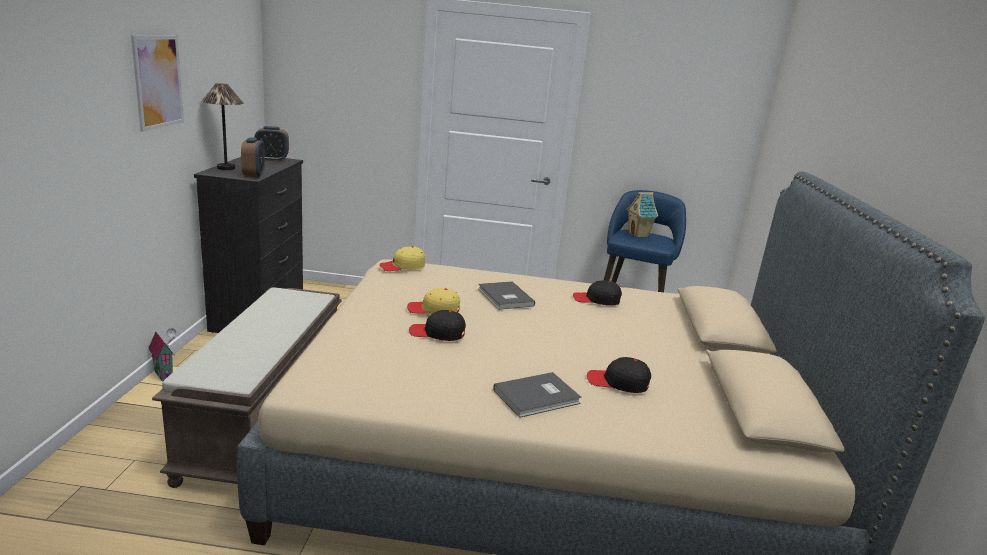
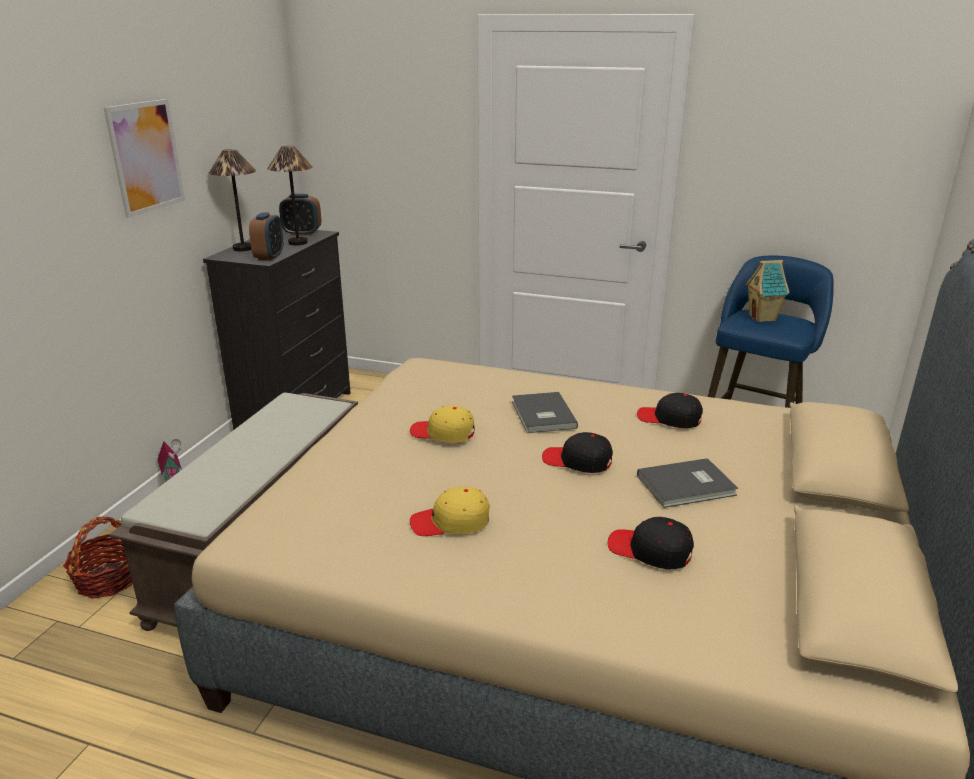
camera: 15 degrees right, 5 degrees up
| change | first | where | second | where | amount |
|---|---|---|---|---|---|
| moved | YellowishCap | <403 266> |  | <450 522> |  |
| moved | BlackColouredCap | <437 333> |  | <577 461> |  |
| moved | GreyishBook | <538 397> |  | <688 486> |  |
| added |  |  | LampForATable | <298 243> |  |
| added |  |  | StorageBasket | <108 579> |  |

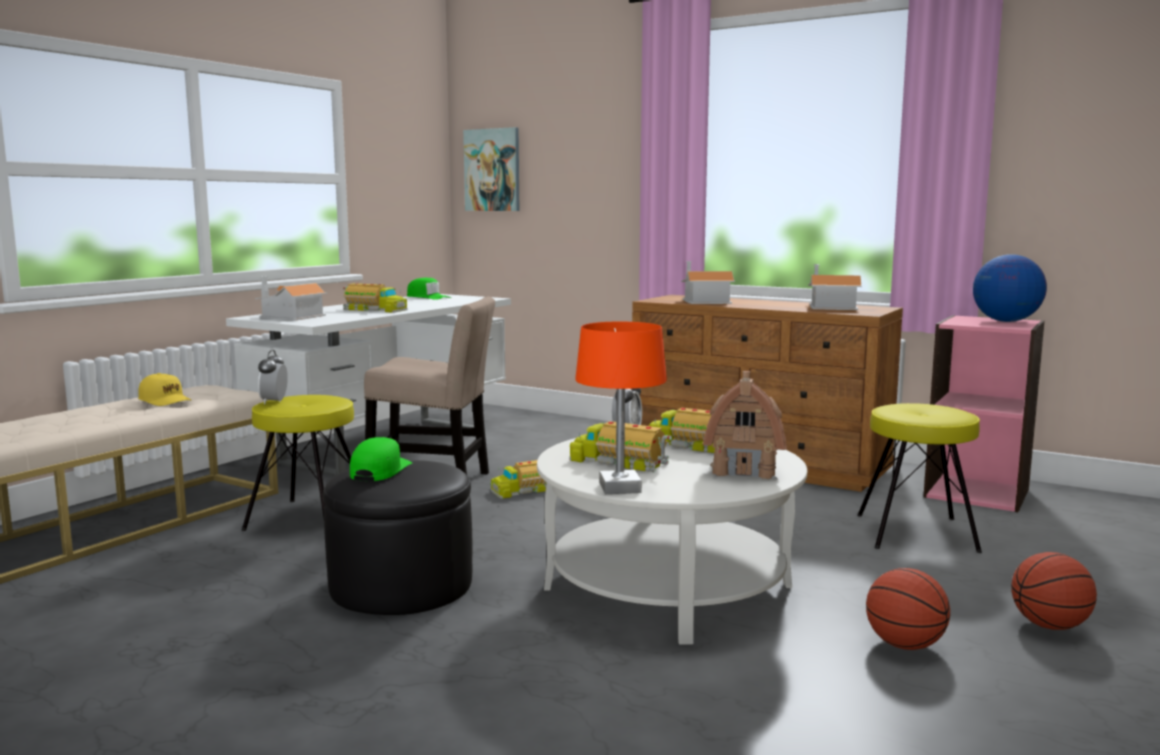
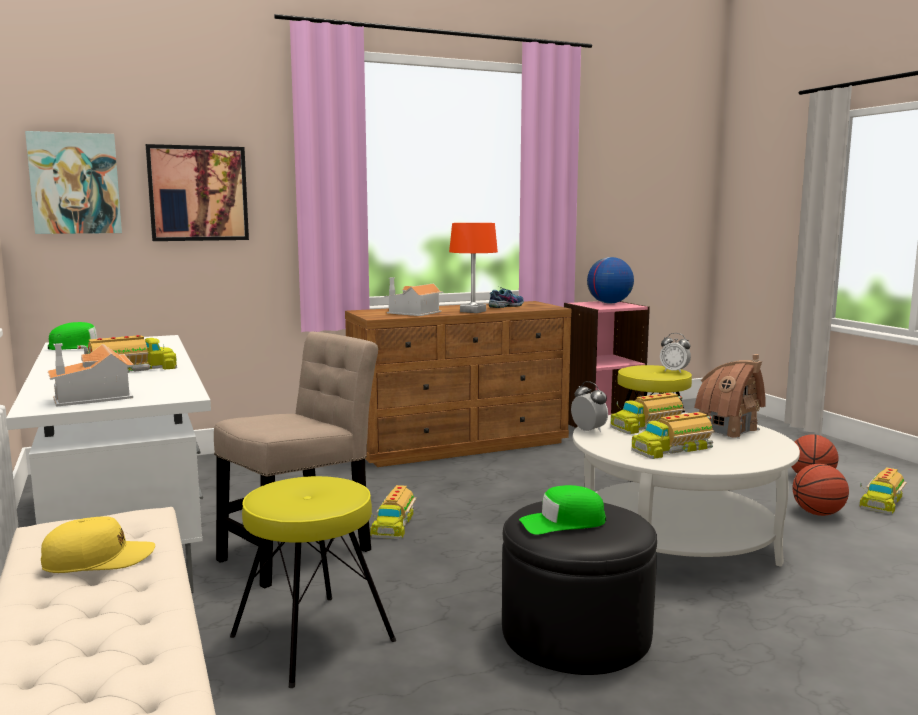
camera: 55 degrees left, 0 degrees up
| change | first | where | second | where | amount |
|---|---|---|---|---|---|
| replaced | MiniatureHouse | <828 307> | Shoe | <506 306> |  |
| moved | OrangeyLampForATable | <620 488> |  | <473 311> |  |
| moved | TableClock | <274 402> |  | <674 371> |  |
| turned | GreenCap | <380 471> |  | <563 523> | 60 degrees counterclockwise |
| added |  |  | Picture | <198 193> |  |
| added |  |  | ModelTruck | <881 501> |  |

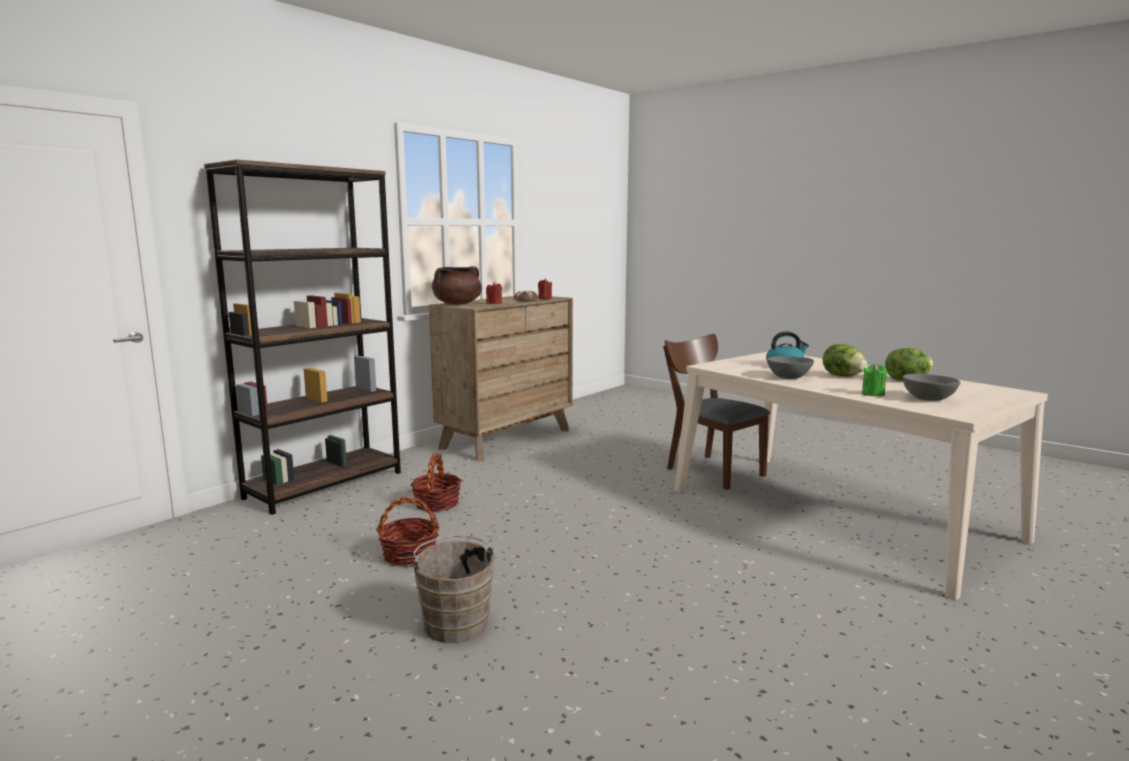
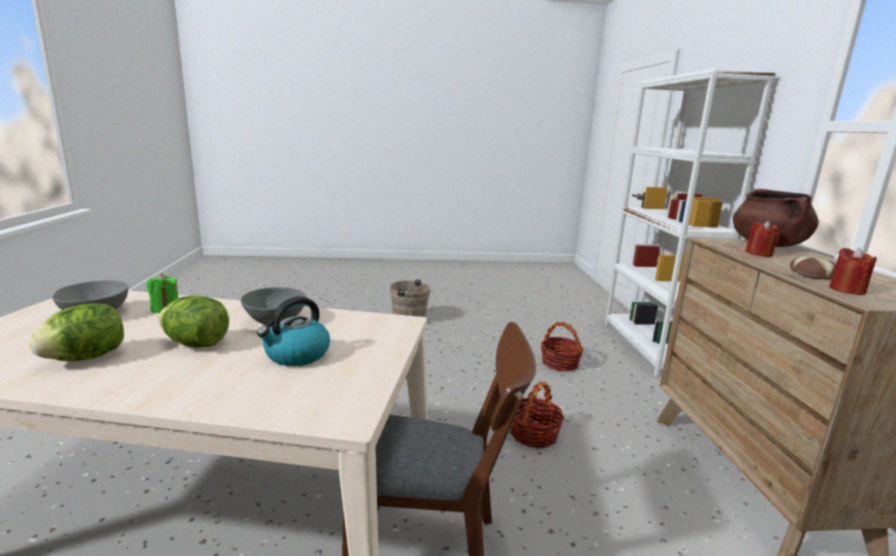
camera: 135 degrees right, 5 degrees up
| change | first | where | second | where | amount |
|---|---|---|---|---|---|
| recoloured | BrownishBookshelf | <325 485> | WhiteColouredBookshelf | <650 348> |  |
| moved | StorageBasket | <410 555> |  | <533 434> |  |

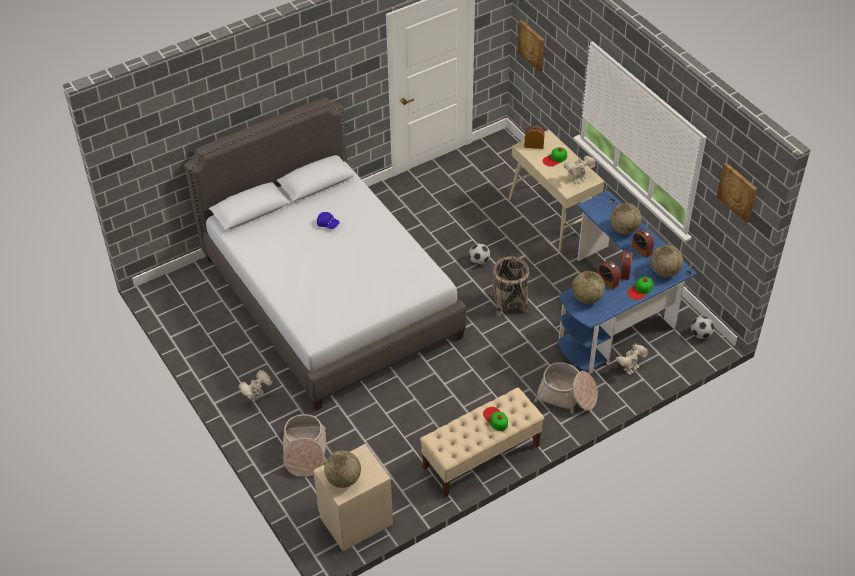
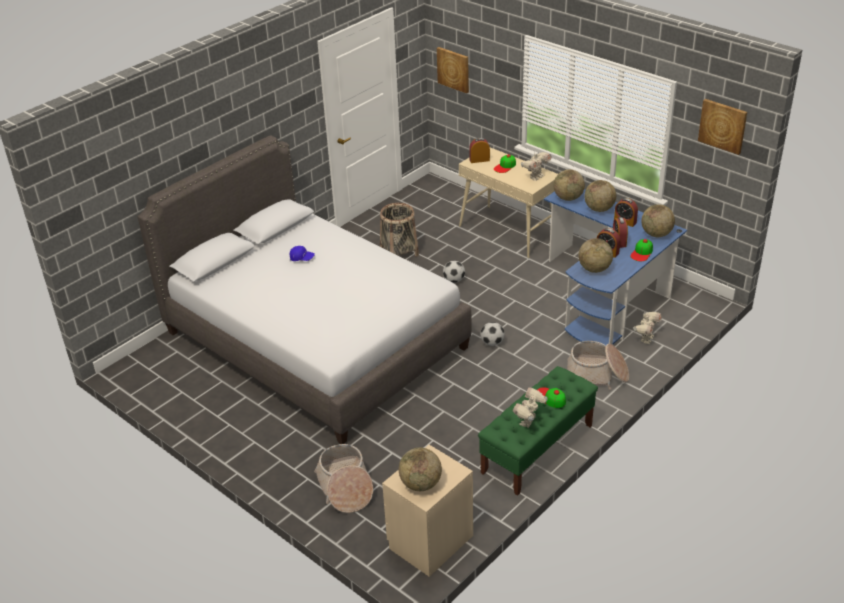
camera: 15 degrees left, 10 degrees down
| change | first | where | second | where | amount |
|---|---|---|---|---|---|
| moved | StorageBasket | <509 303> |  | <399 252> |  |
| moved | FootballBall | <700 335> |  | <492 343> |  |
| moved | RobotFigure | <257 396> |  | <529 422> |  |
| recoloured | SandColouredLongSeat | <481 457> | GreenLongSeat | <537 449> |  |
| added |  |  | DeskGlobe | <568 198> |  |

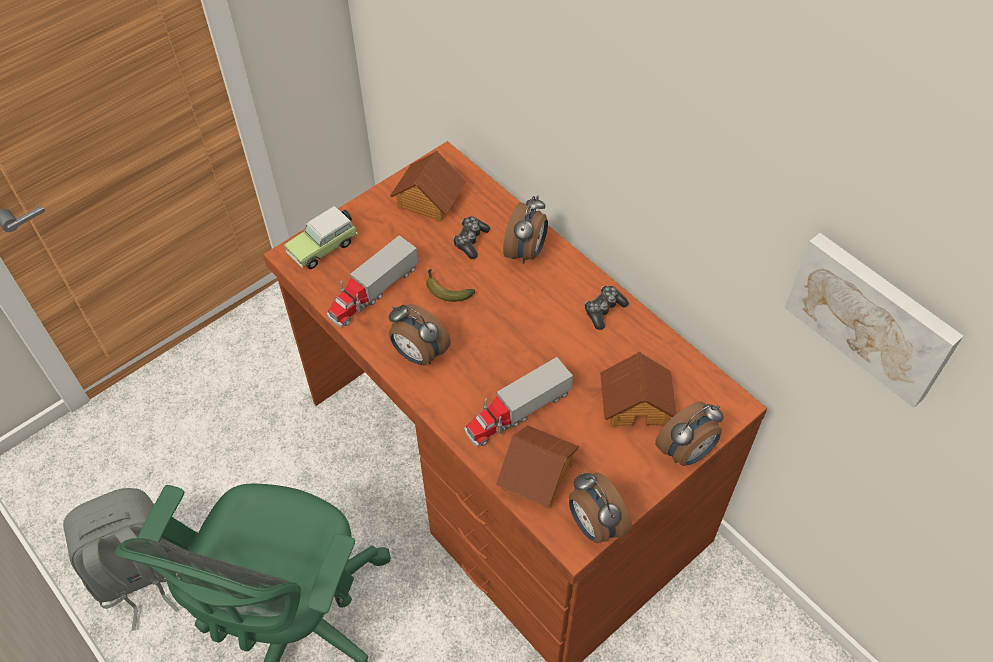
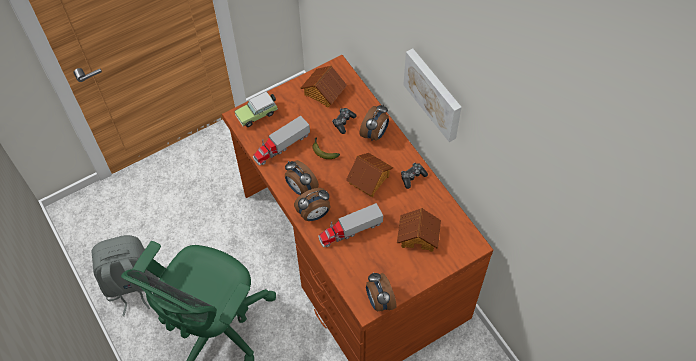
camera: 10 degrees right, 5 degrees up
| change | first | where | second | where | amount |
|---|---|---|---|---|---|
| moved | Picture | <872 316> |  | <434 93> |  |
| moved | TableClock | <686 452> |  | <314 214> |  |
| moved | MiniatureHouse | <538 475> |  | <369 179> |  |

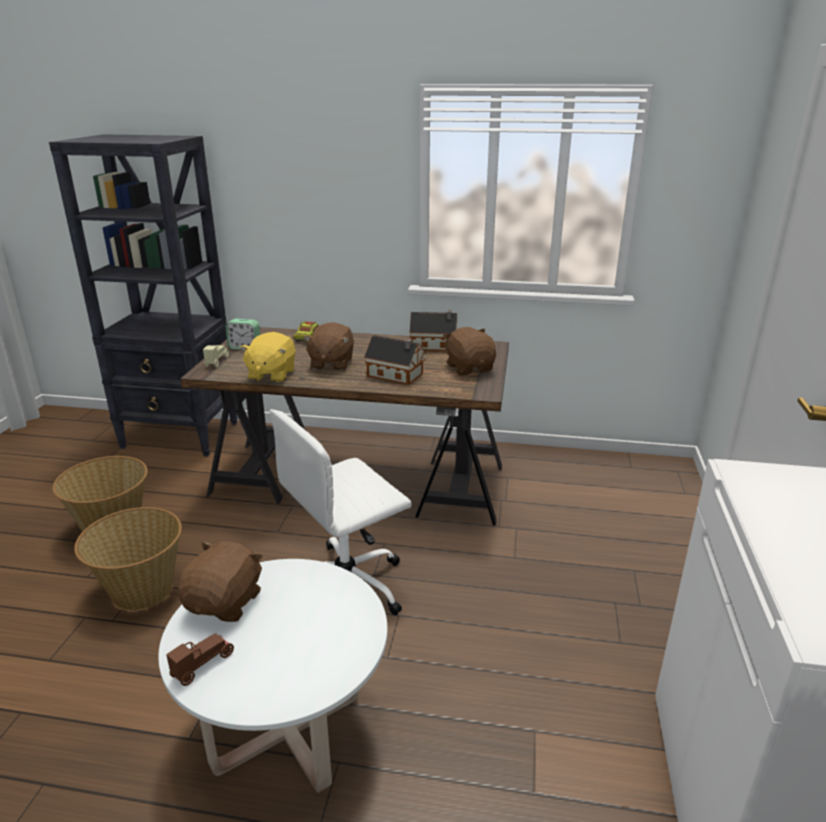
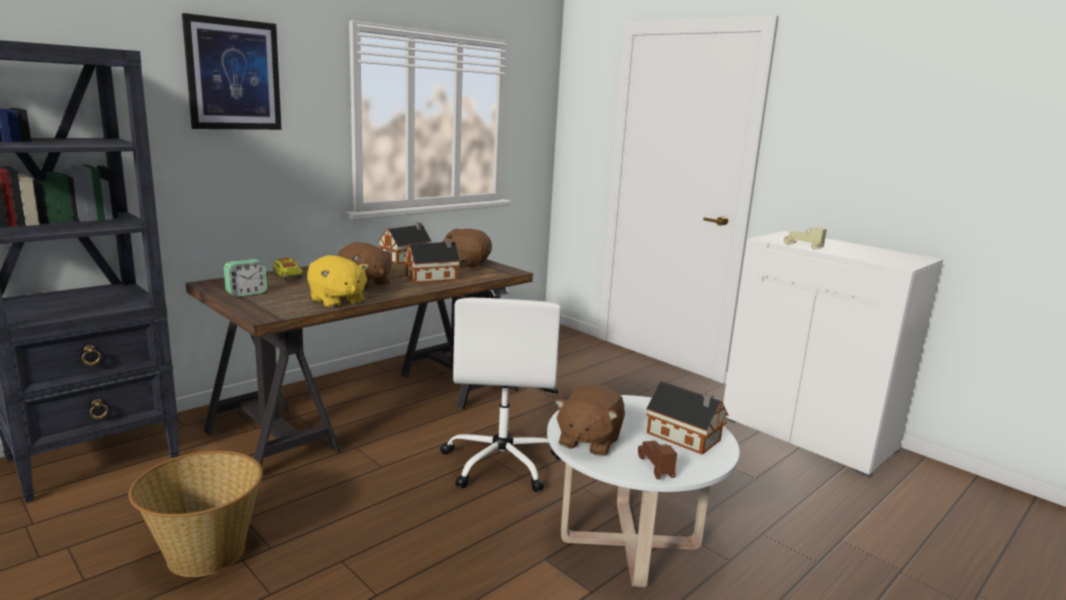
camera: 55 degrees left, 10 degrees down
| change | first | where | second | where | amount |
|---|---|---|---|---|---|
| moved | SandColouredModelCar | <217 361> |  | <802 246> |  |
| removed | StorageBasket | <141 591> |  |  |  |
| turned | BrownishPlushToy | <226 602> |  | <588 441> | 120 degrees counterclockwise |
| added |  |  | Picture | <233 75> |  |
| added |  |  | MiniatureHouse | <685 438> |  |

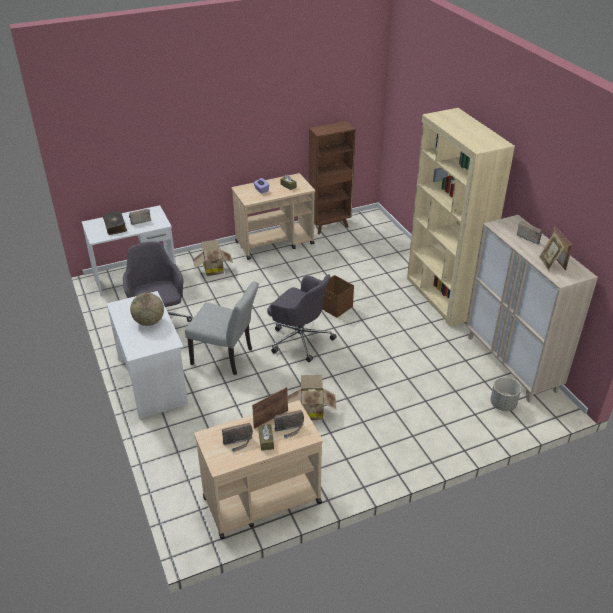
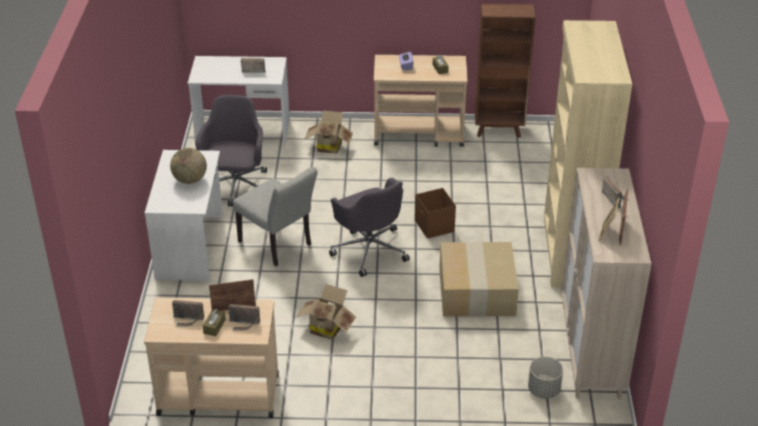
camera: 25 degrees right, 0 degrees up
| change | first | where | second | where | amount |
|---|---|---|---|---|---|
| removed | Book | <115 226> |  |  |  |
| added |  |  | PackingBox | <475 291> |  |

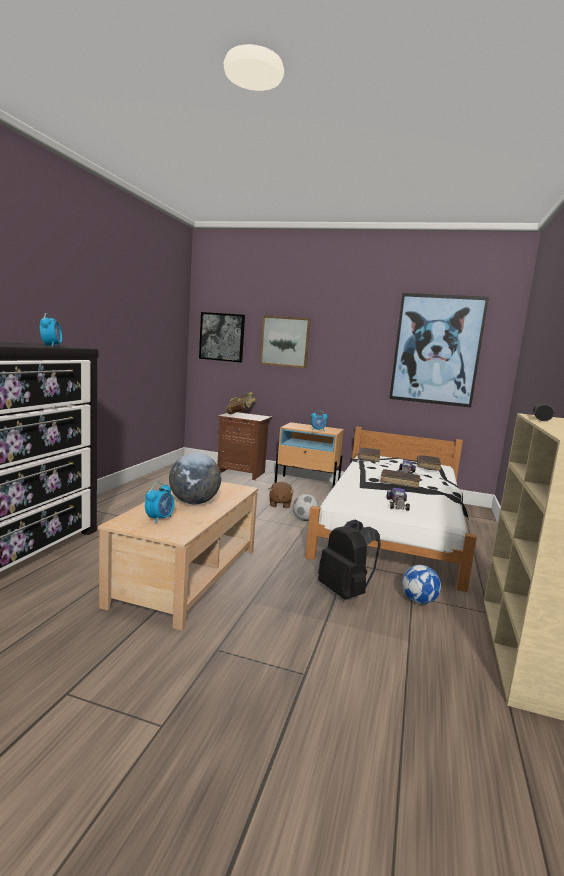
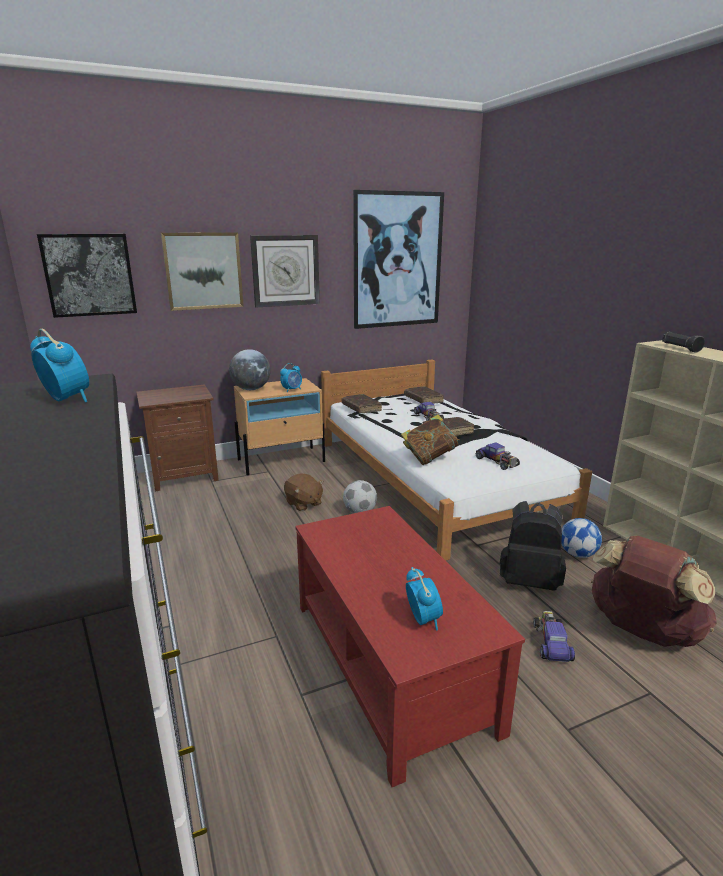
camera: 40 degrees left, 10 degrees up
| change | first | where | second | where | amount |
|---|---|---|---|---|---|
| moved | Book | <240 414> |  | <429 458> |  |
| moved | DeskGlobe | <194 502> |  | <251 389> |  |
| recoloured | SandColouredCoffeeTable | <185 575> | ReddishCoffeeTable | <387 663> |  |
| added |  |  | HangingClock | <285 270> |  |
| added |  |  | BrownishRucksack | <641 631> |  |
| added |  |  | ModelCar | <551 642> |  |

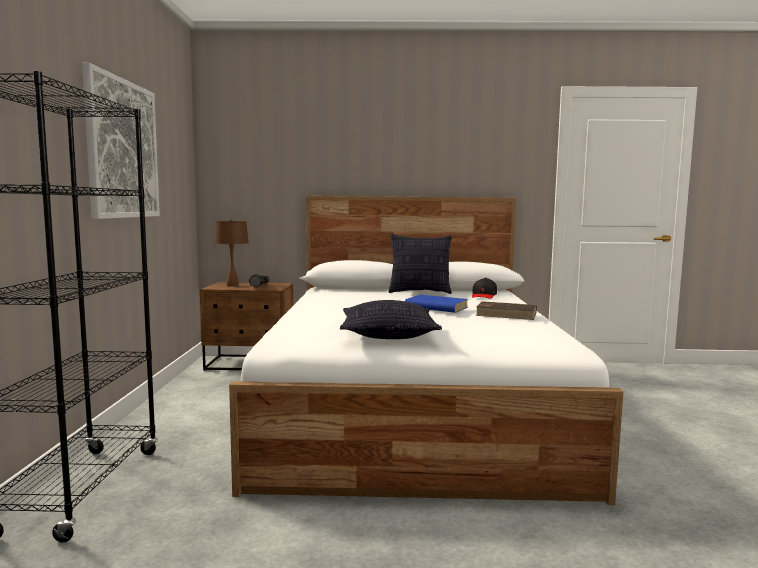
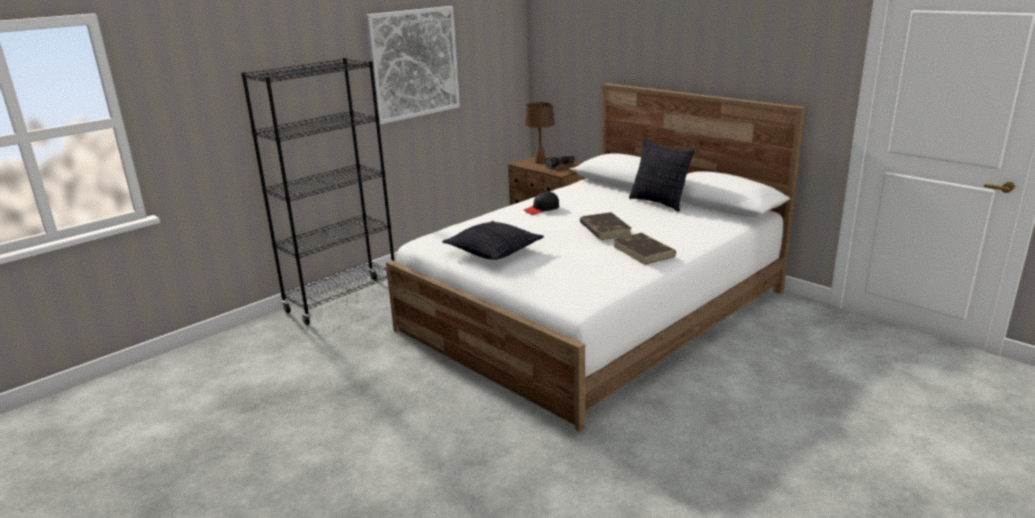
camera: 45 degrees right, 15 degrees up
| change | first | where | second | where | amount |
|---|---|---|---|---|---|
| moved | BlackColouredCap | <484 295> |  | <542 209> |  |
| recoloured | BlueColouredBook | <435 307> | BrownishBook | <604 229> |  |

